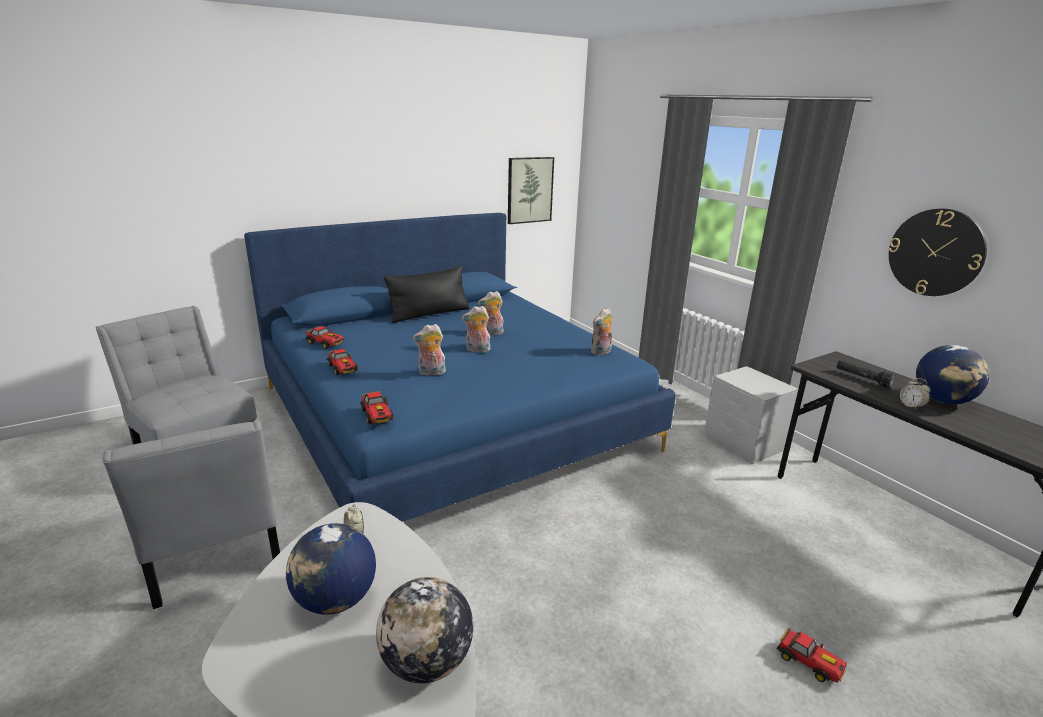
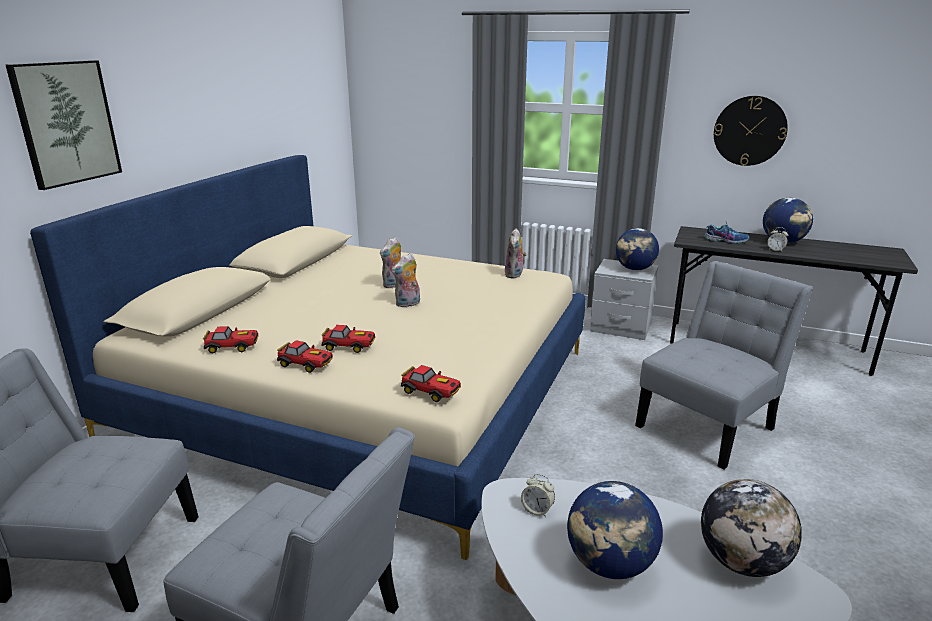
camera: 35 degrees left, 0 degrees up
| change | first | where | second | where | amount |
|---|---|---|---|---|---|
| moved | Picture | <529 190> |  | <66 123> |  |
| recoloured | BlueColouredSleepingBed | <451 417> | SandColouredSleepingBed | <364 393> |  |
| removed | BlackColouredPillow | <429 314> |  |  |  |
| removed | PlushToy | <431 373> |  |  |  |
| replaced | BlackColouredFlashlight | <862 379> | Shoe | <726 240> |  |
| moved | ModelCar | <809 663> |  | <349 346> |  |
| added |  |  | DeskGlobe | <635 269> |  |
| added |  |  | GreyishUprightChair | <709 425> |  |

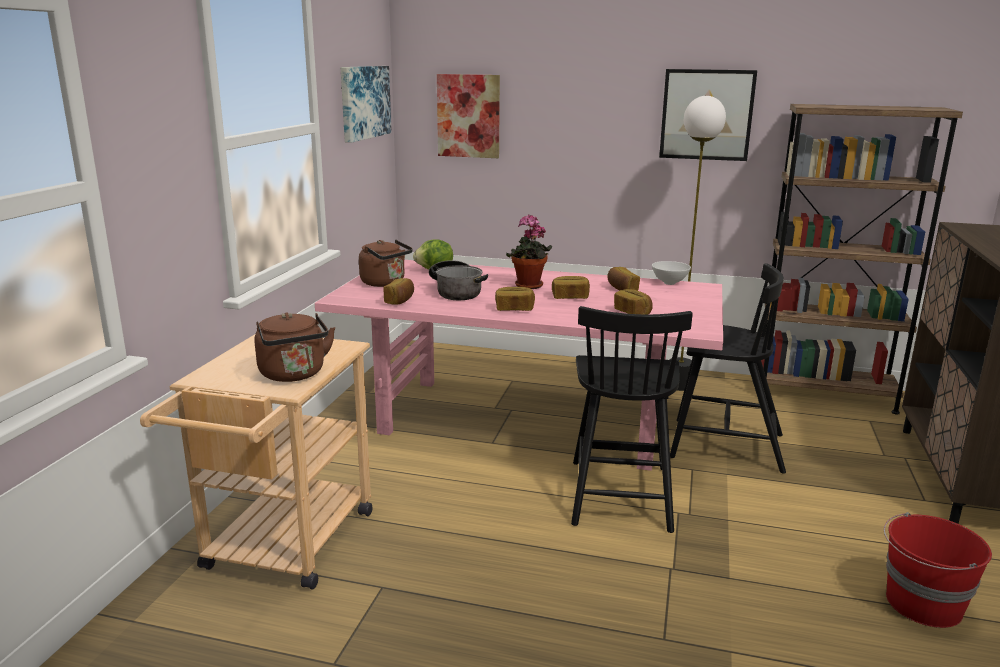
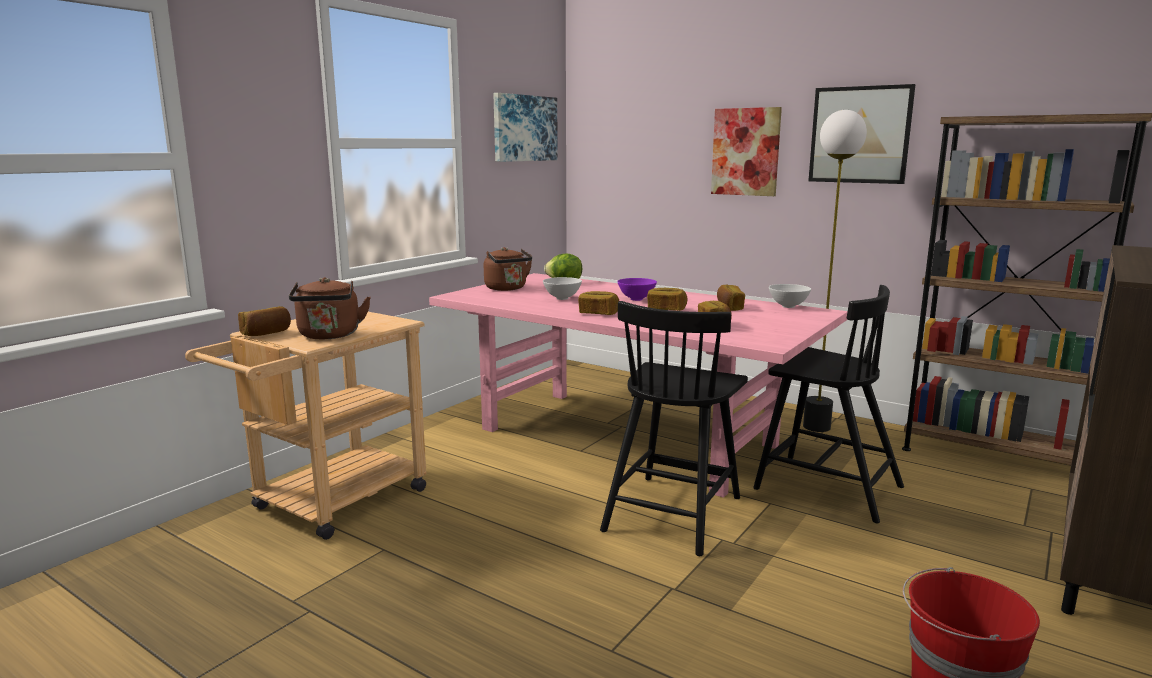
camera: 20 degrees right, 5 degrees down
| change | first | where | second | where | amount |
|---|---|---|---|---|---|
| moved | Picture | <468 116> |  | <745 152> |  |
| replaced | Houseplant | <528 286> | PurplishServingBowl | <636 299> |  |
| replaced | CookingPot | <456 292> | WhiteColouredServingBowl | <562 298> |  |
| moved | Bread | <400 301> |  | <266 333> |  |

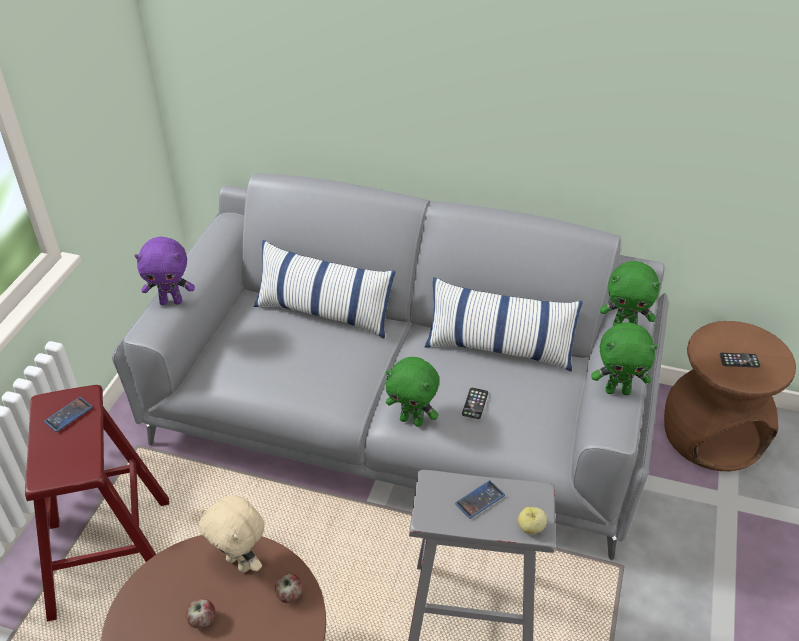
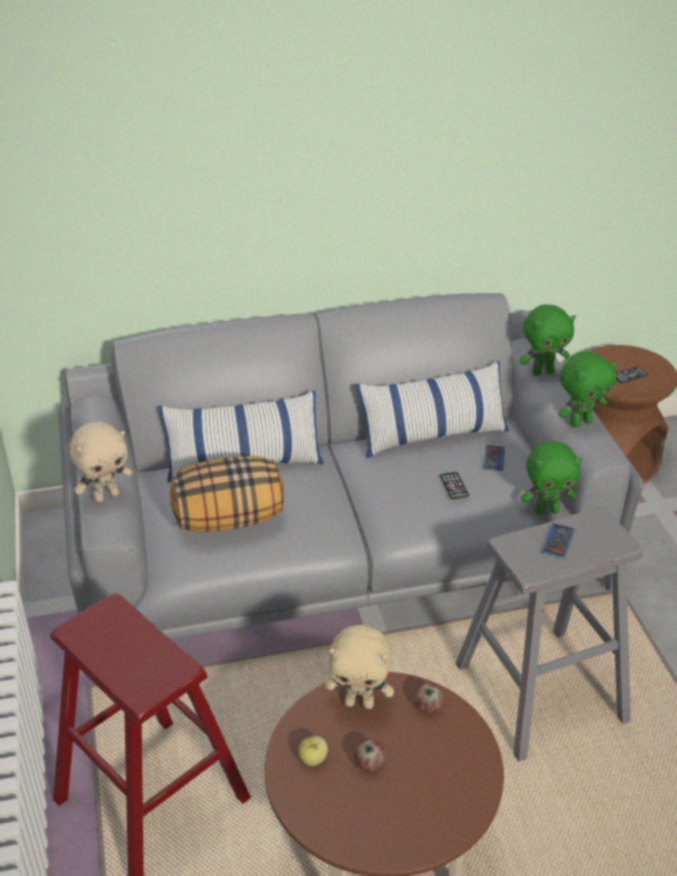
camera: 30 degrees left, 5 degrees down
| change | first | where | second | where | amount |
|---|---|---|---|---|---|
| recoloured | PurplishPlushToy | <171 301> | SandColouredPlushToy | <106 496> |  |
| moved | GreenPlushToy | <412 420> |  | <547 510> |  |
| moved | Phone | <68 414> |  | <494 458> |  |
| moved | WholeApple | <530 528> |  | <313 759> |  |
| added |  |  | Pillow | <229 519> |  |

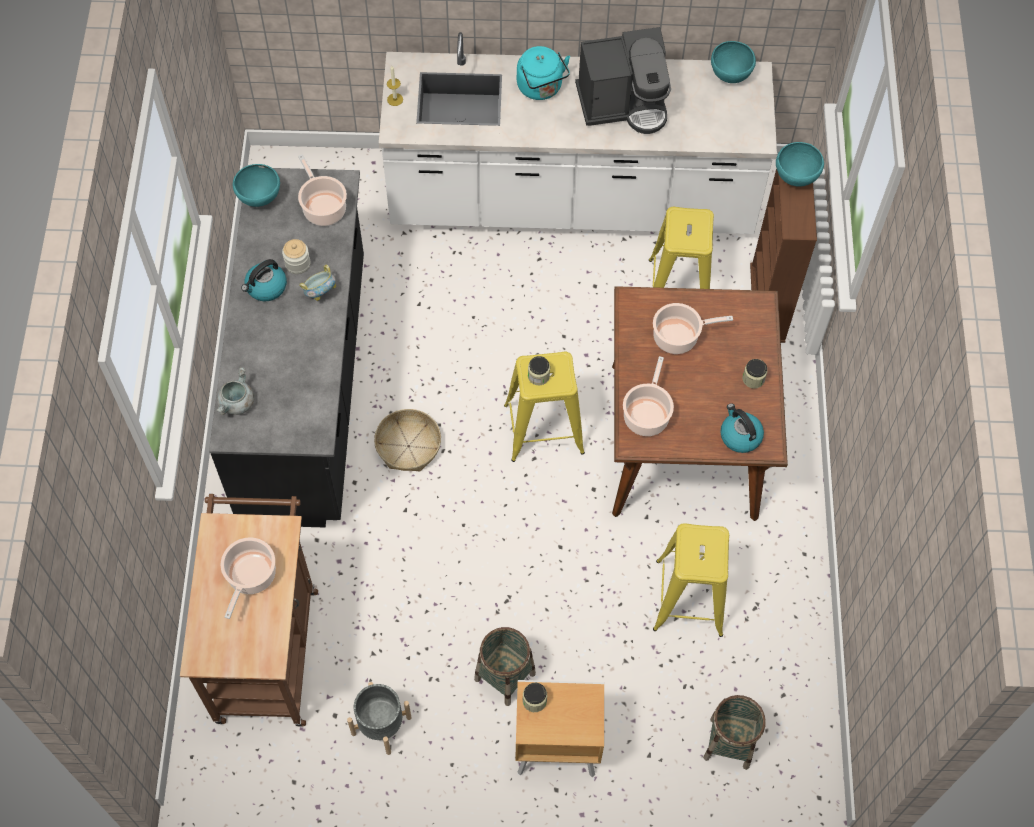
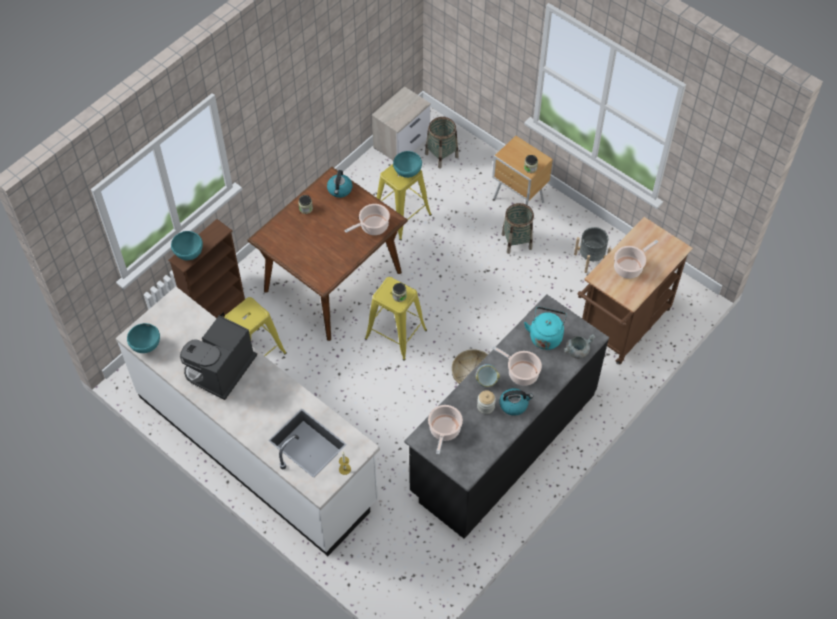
camera: 140 degrees left, 5 degrees down
| change | first | where | second | where | amount |
|---|---|---|---|---|---|
| turned | CoffeeBrewer | <623 104> |  | <221 371> | 90 degrees counterclockwise |
| moved | BlueGreenKettle | <541 88> |  | <545 336> |  |
| moved | BlueGreenServingBowl | <259 198> |  | <407 172> |  |
| moved | CookingPot | <678 337> |  | <521 373> |  |
| added |  |  | Nightstand | <402 142> |  |

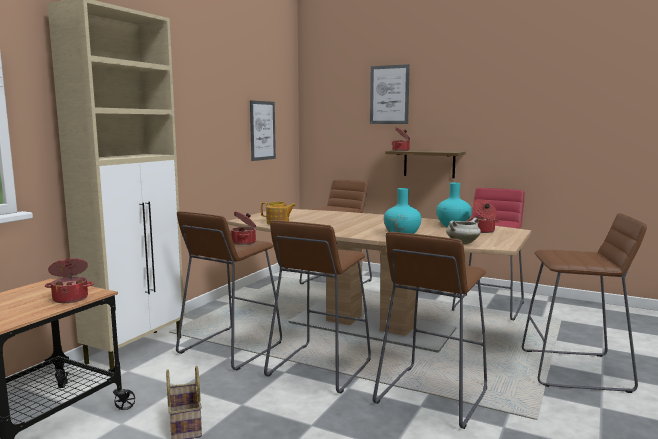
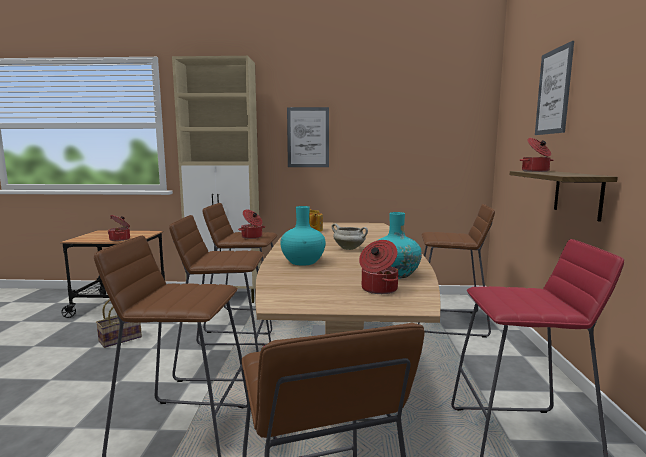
camera: 65 degrees right, 0 degrees up
| change | first | where | second | where | amount |
|---|---|---|---|---|---|
| moved | Picture | <262 130> |  | <308 137> |  |
| moved | WhiteColouredCookingPot | <462 243> |  | <349 249> |  |

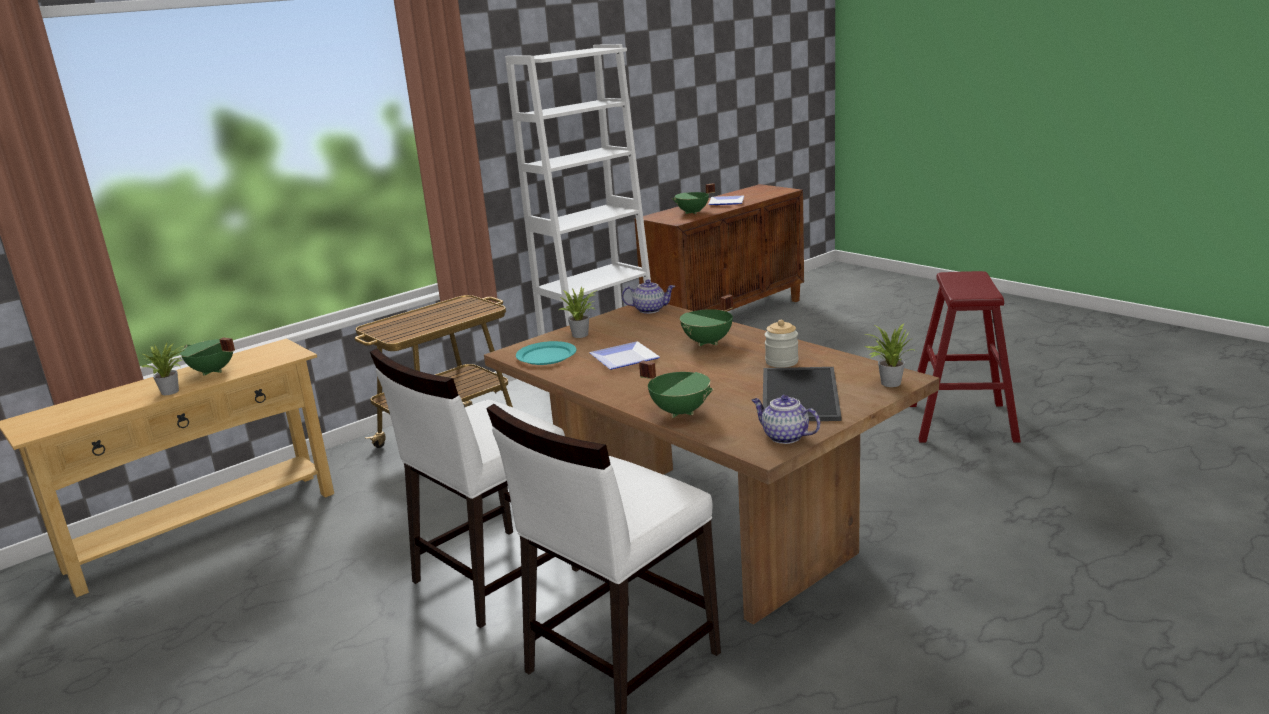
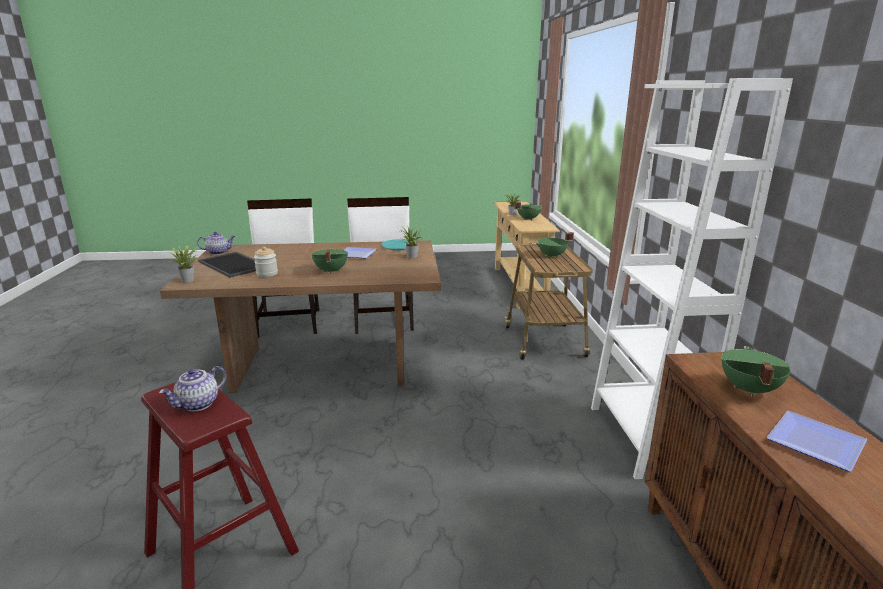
camera: 125 degrees right, 0 degrees up
| change | first | where | second | where | amount |
|---|---|---|---|---|---|
| moved | PotForTea | <650 310> |  | <198 404> |  |
| moved | GreenCookingPot | <680 411> |  | <552 256> |  |

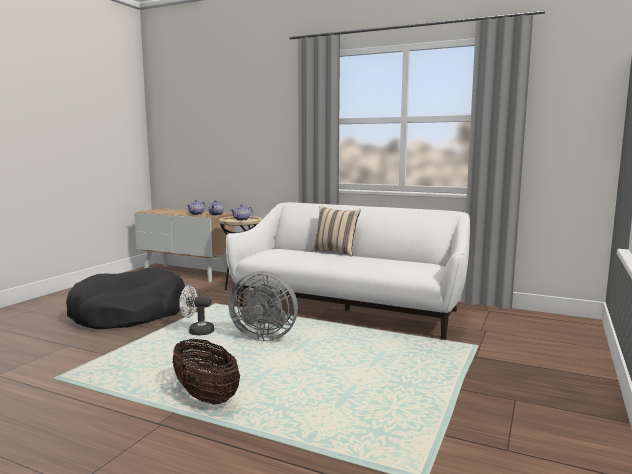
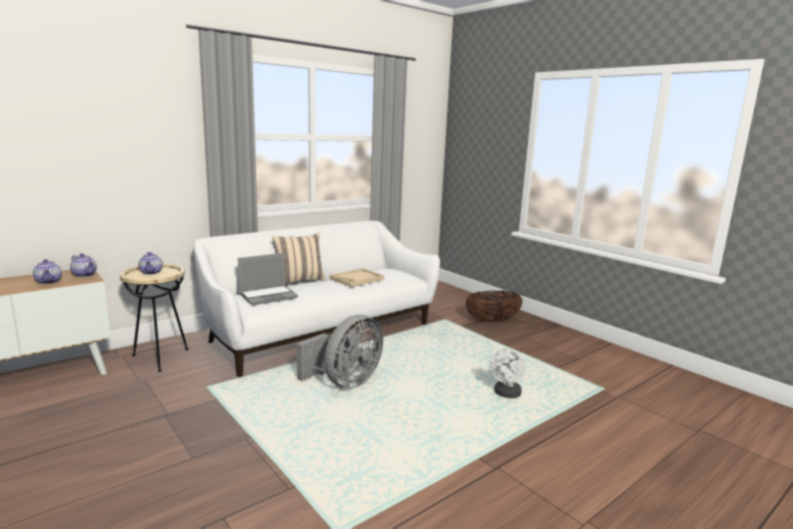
camera: 65 degrees left, 5 degrees up
| change | first | where | second | where | amount |
|---|---|---|---|---|---|
| removed | BlackColouredDogBed | <129 313> |  |  |  |
| moved | WhiteColouredElectricFan | <197 331> |  | <506 394> |  |
| moved | StorageBasket | <206 396> |  | <492 321> |  |
| added |  |  | NotebookComputer | <268 296> |  |
| added |  |  | SandColouredServingTray | <357 279> |  |

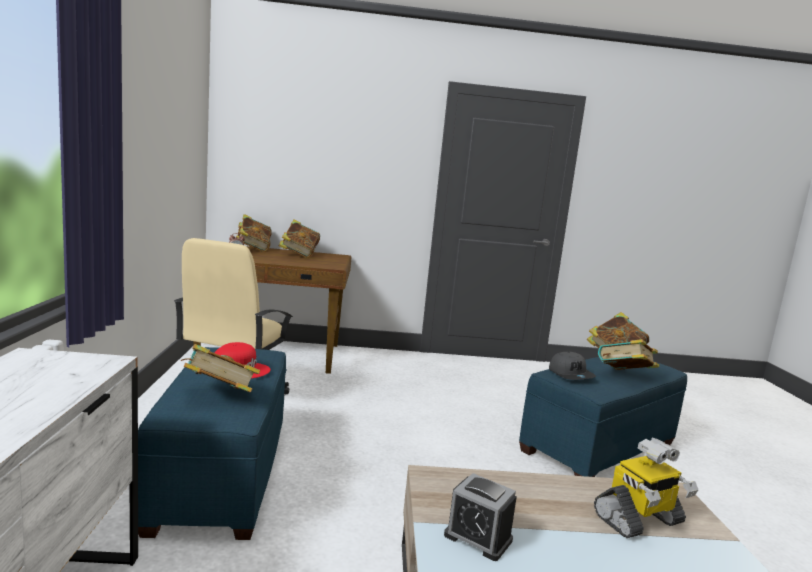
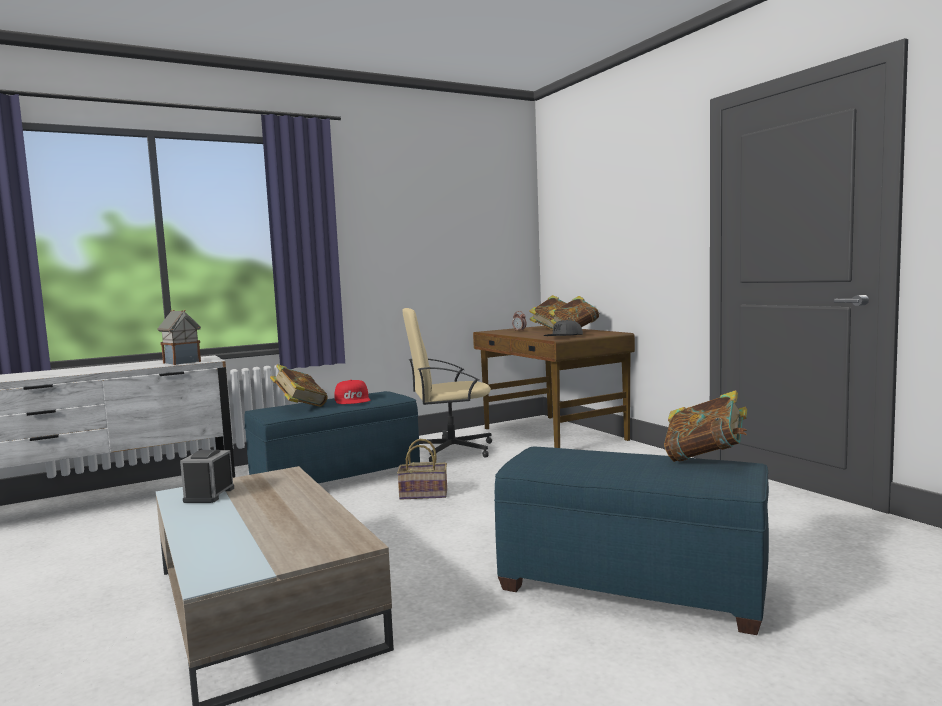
camera: 65 degrees right, 5 degrees down
| change | first | where | second | where | amount |
|---|---|---|---|---|---|
| removed | Book | <624 377> |  |  |  |
| moved | GreyishCap | <571 374> |  | <564 337> |  |
| removed | RobotFigure | <638 520> |  |  |  |
| added |  |  | MiniatureHouse | <182 362> |  |
| added |  |  | StorageBasket | <425 494> |  |

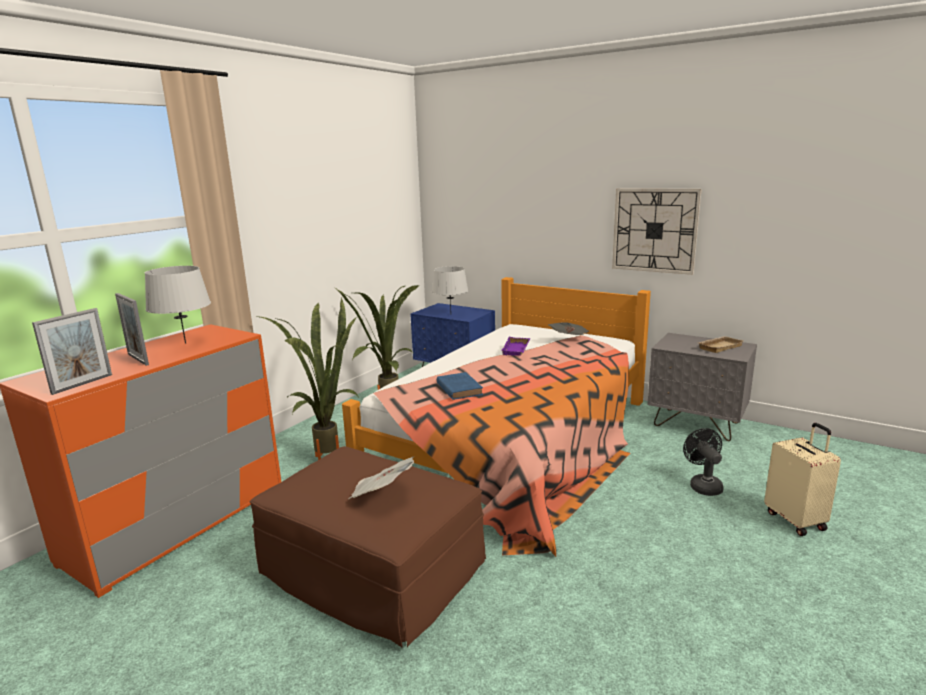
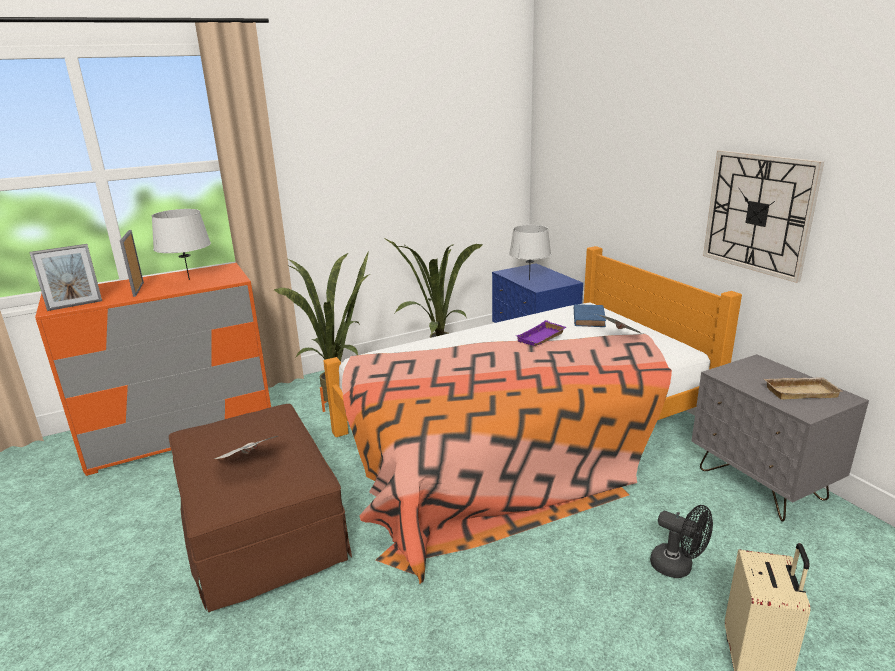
camera: 30 degrees right, 5 degrees up
| change | first | where | second | where | amount |
|---|---|---|---|---|---|
| moved | BlueColouredBook | <458 388> |  | <589 318> |  |
| turned | BlackColouredElectricFan | <703 485> |  | <678 567> | 105 degrees clockwise |

